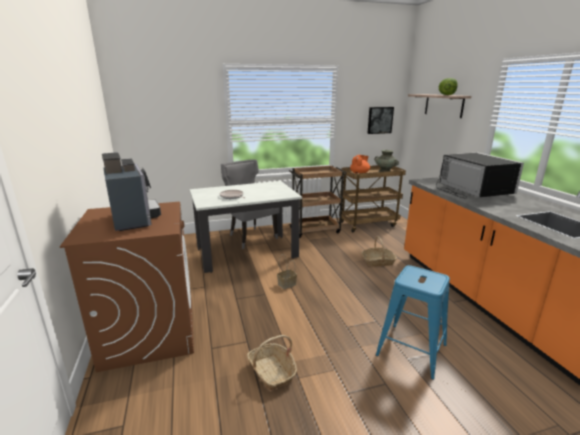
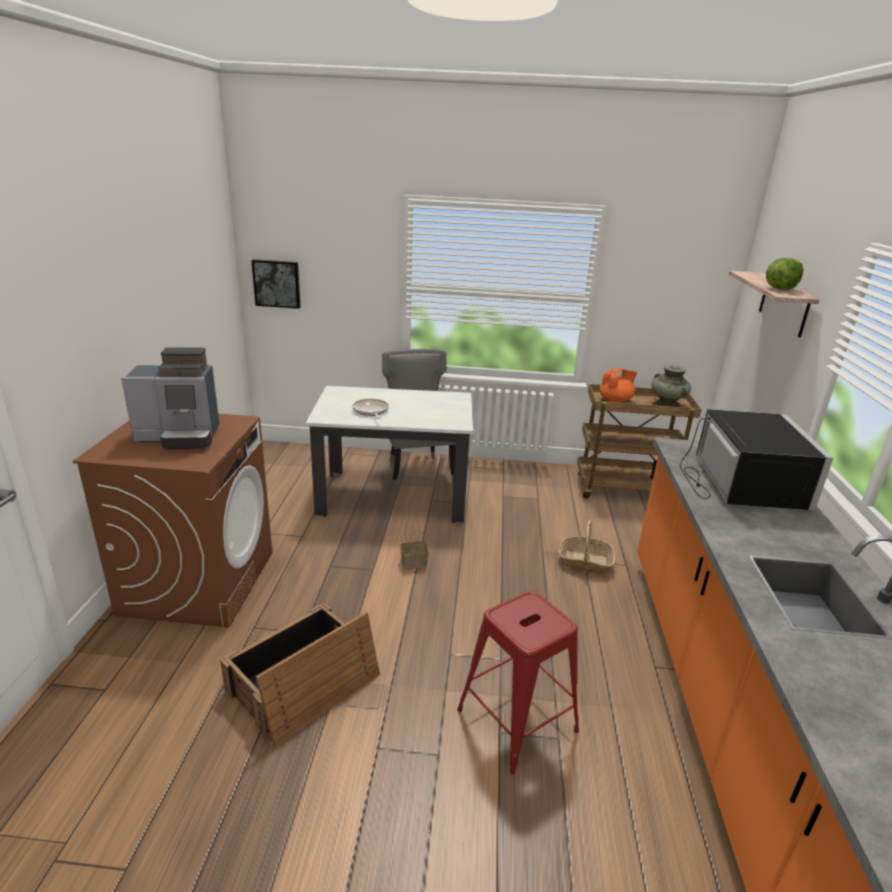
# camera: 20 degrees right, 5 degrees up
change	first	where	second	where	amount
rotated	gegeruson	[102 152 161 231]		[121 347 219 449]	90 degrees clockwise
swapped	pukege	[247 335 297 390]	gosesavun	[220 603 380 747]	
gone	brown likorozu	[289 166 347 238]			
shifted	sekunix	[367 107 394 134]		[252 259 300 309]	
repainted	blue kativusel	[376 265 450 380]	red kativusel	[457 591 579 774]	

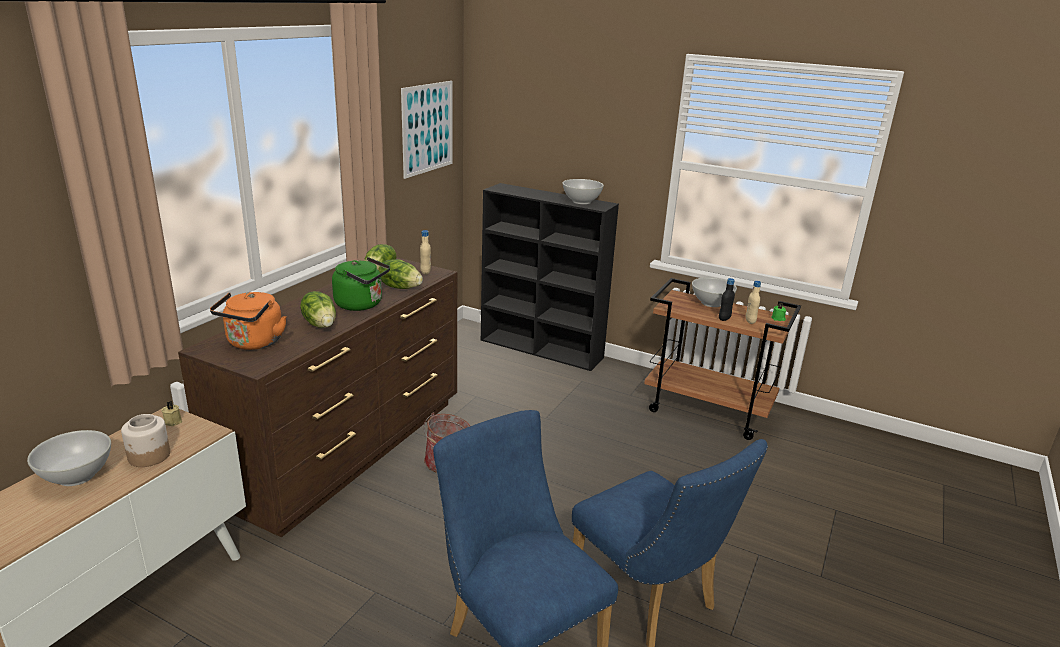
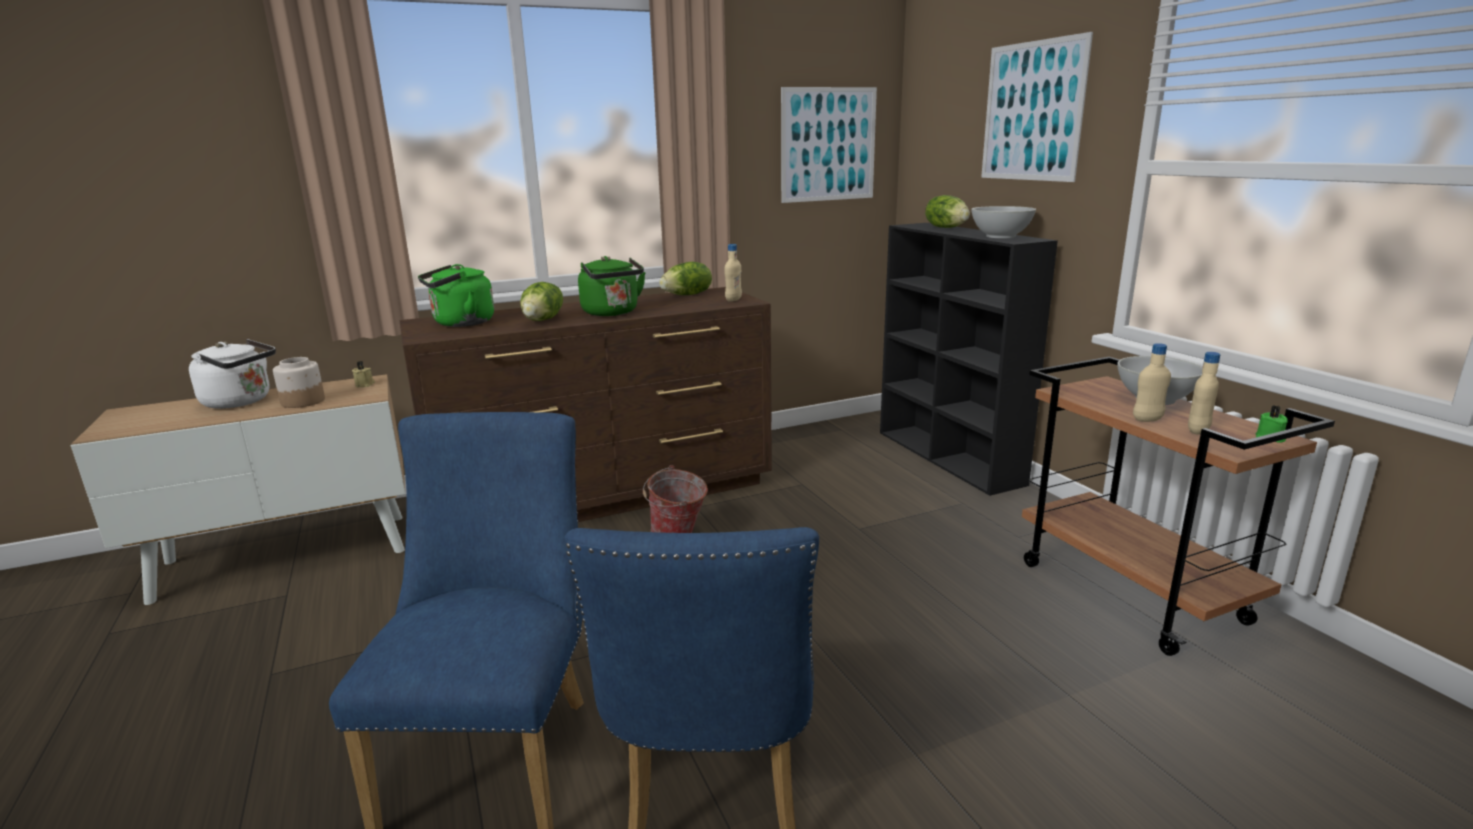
# camera: 40 degrees right, 5 degrees down
change	first	where	second	where	amount
swapped	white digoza	[27 430 111 486]	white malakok	[189 339 276 409]	
repainted	orange malakok	[210 292 286 350]	green malakok	[418 264 494 327]	
shifted	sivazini	[378 259 423 289]		[925 195 970 228]	
repainted	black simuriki	[719 278 735 321]	beige simuriki	[1133 343 1171 422]	
new			sekunix	[981 32 1093 182]	

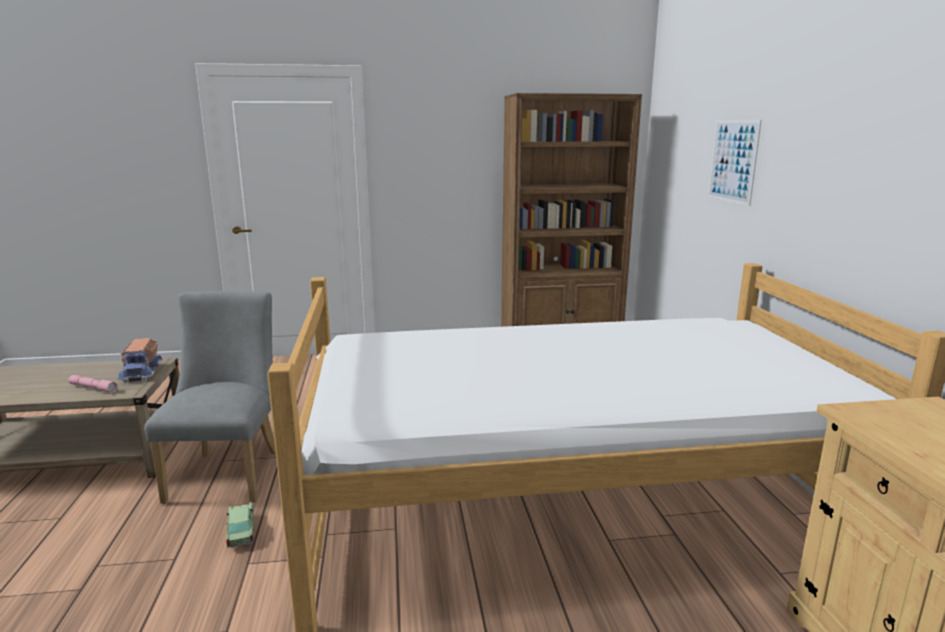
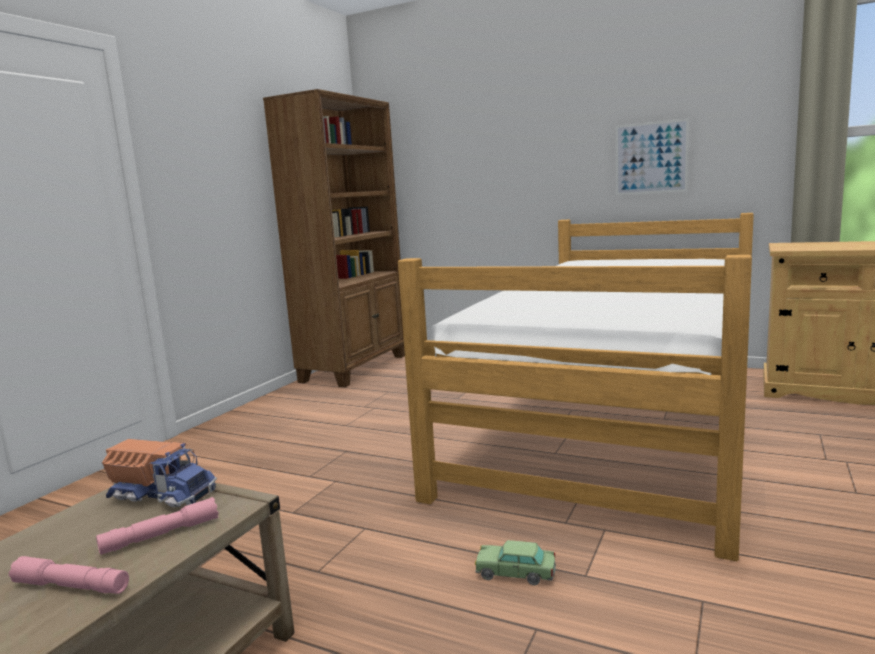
# camera: 55 degrees left, 5 degrees down
change	first	where	second	where	amount
gone	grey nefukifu	[144 291 276 504]			
shifted	sekunix	[708 120 762 206]		[616 118 689 195]	
new			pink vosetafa	[9 556 129 594]	

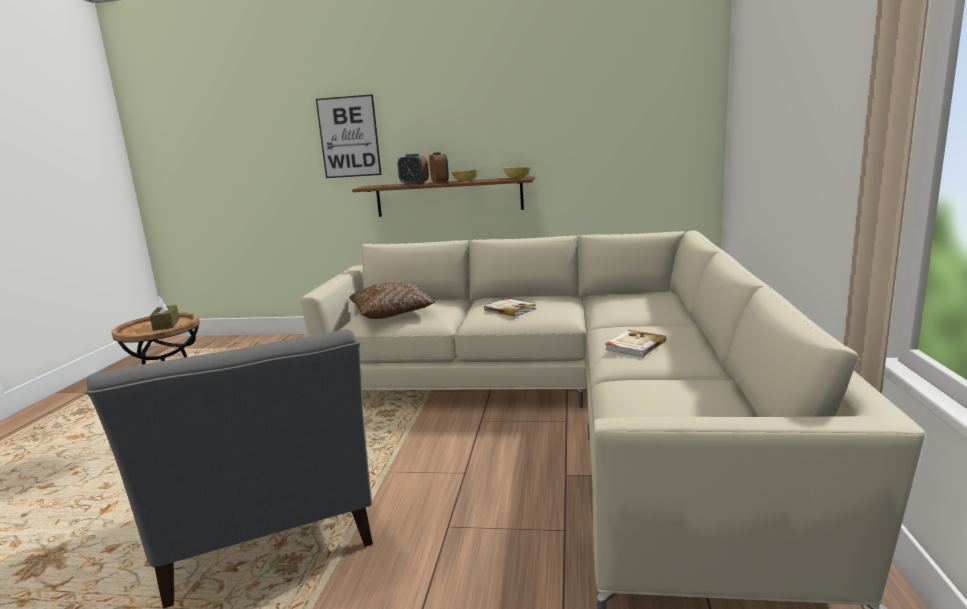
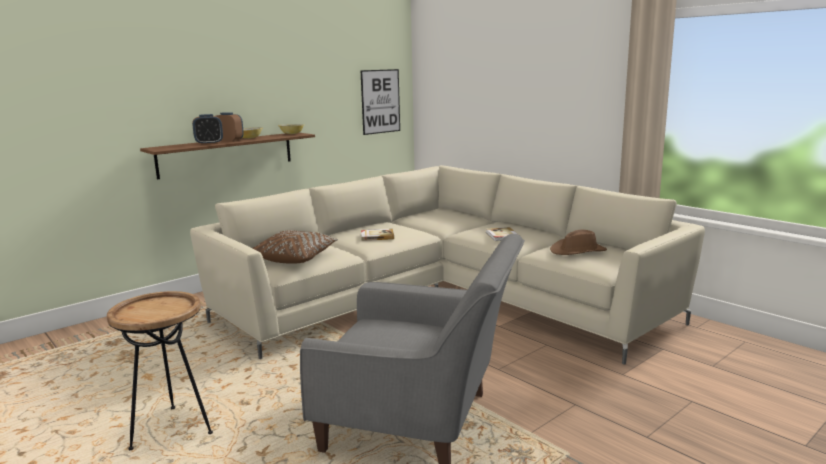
# camera: 50 degrees left, 0 degrees up
change	first	where	second	where	amount
gone	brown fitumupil	[150 296 180 331]			
shifted	sekunix	[316 94 382 178]		[360 69 400 135]	
new			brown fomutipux	[550 230 607 255]	

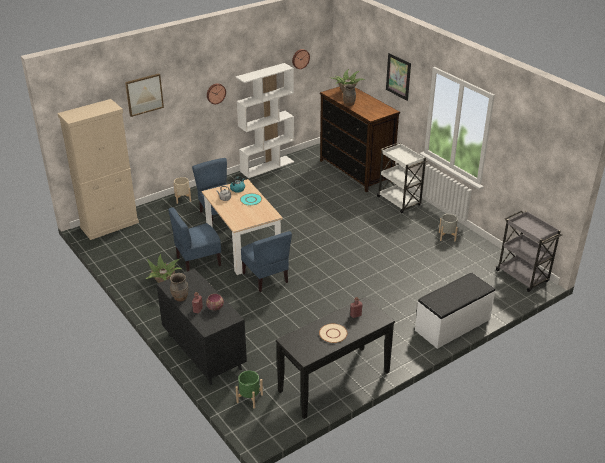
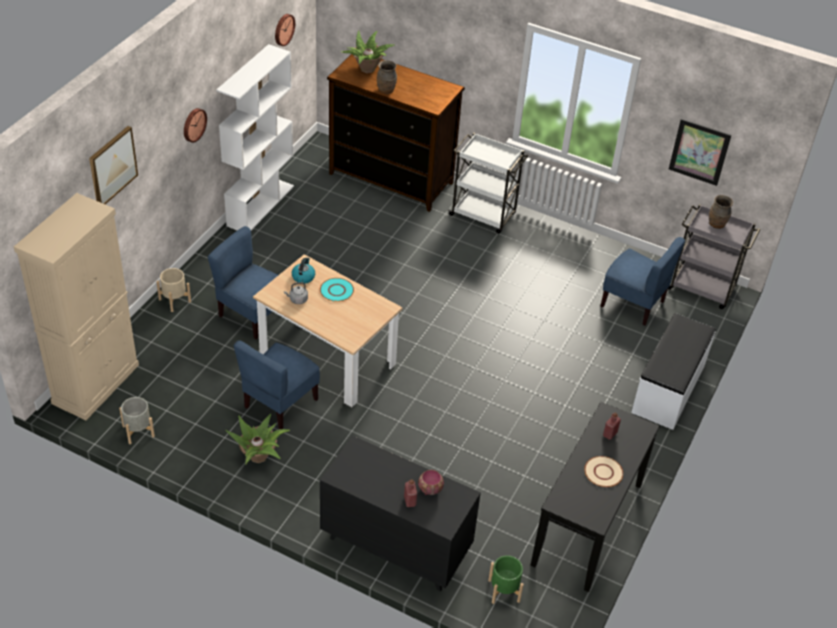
# camera: 30 degrees left, 10 degrees up
change	first	where	second	where	amount
shifted	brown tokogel	[170 273 188 302]		[709 195 733 229]	
shifted	blue nefukifu	[241 231 292 292]		[600 237 685 326]	
shifted	sekunix	[386 53 411 101]		[669 119 731 186]	
shifted	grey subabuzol	[439 214 458 241]		[119 397 155 444]	

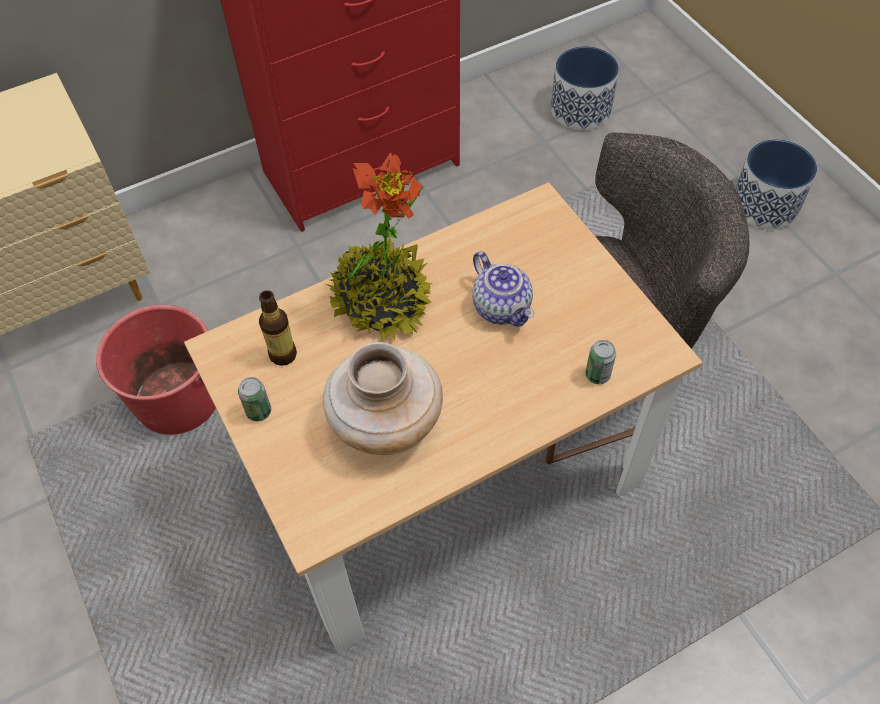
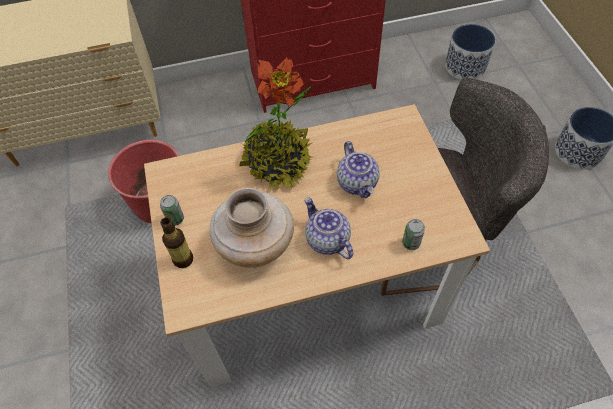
# camera: 15 degrees right, 0 degrees up
change	first	where	second	where	amount
shifted	simuriki	[259 290 297 366]		[160 217 193 268]	
new			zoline	[304 197 353 259]	

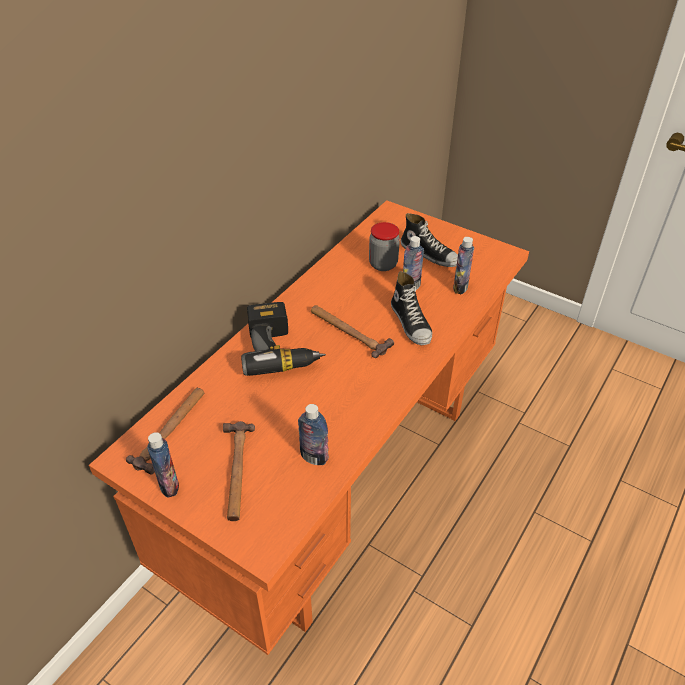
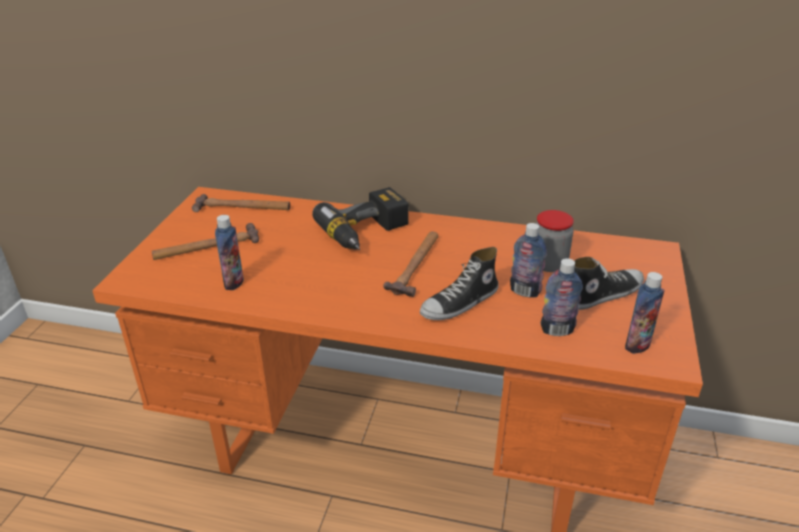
# camera: 70 degrees right, 10 degrees down
change	first	where	second	where	amount
shifted	simuriki	[147 432 179 498]		[625 272 665 354]	
rotated	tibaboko	[401 213 458 267]		[574 257 644 310]	135 degrees counterclockwise

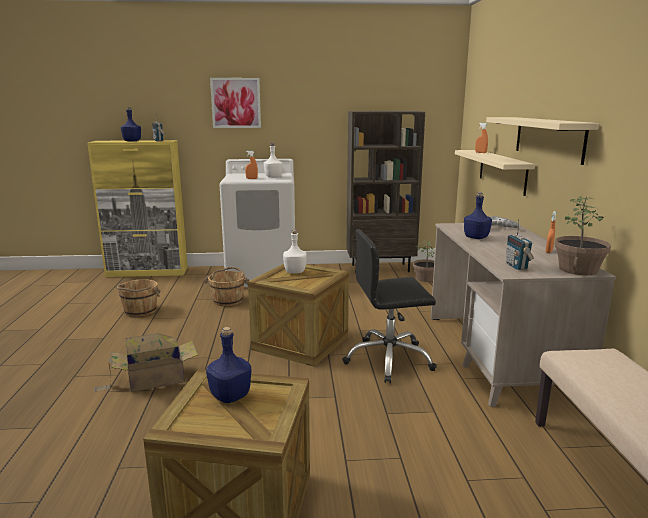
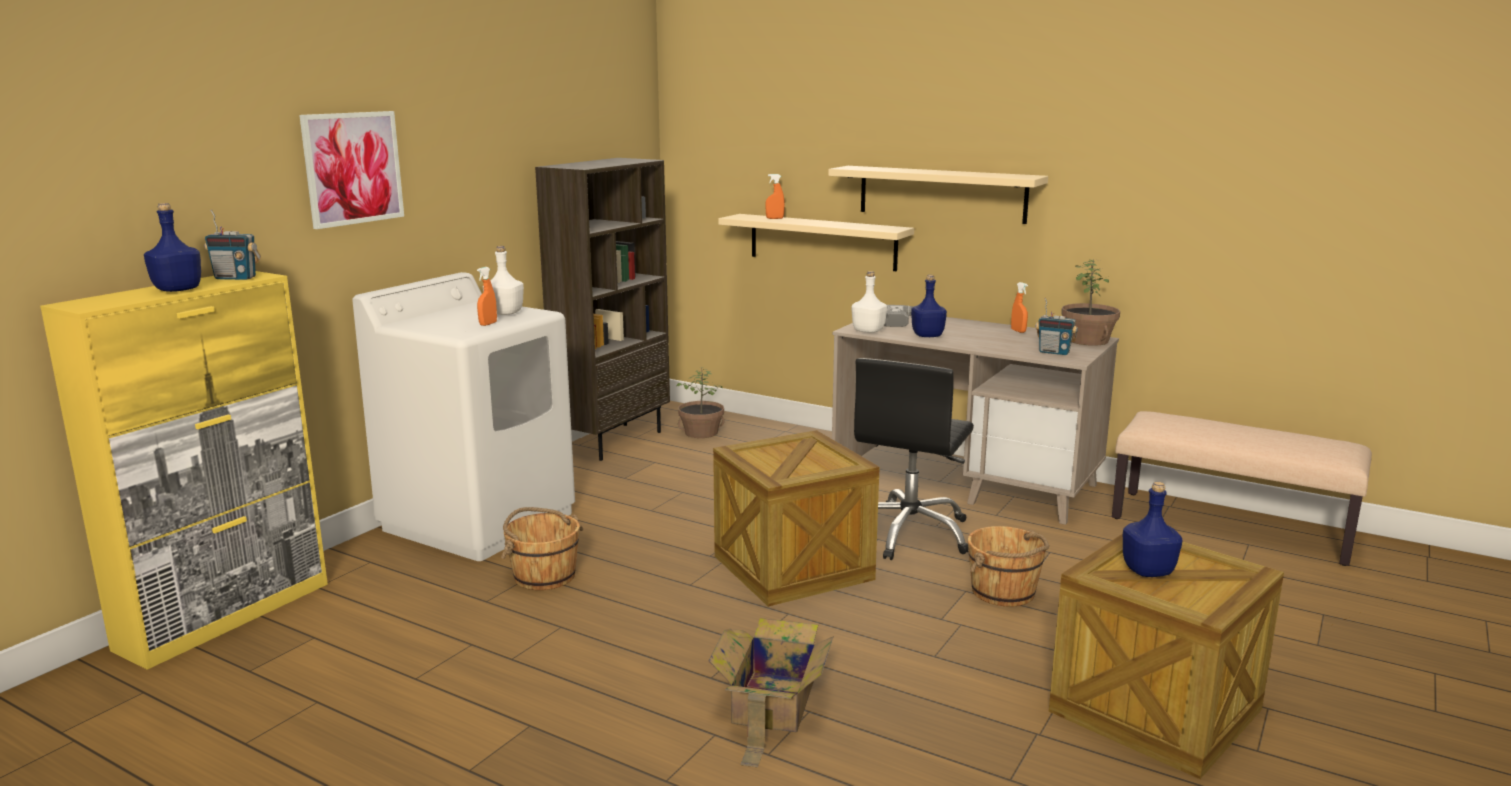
# camera: 55 degrees left, 0 degrees up
change	first	where	second	where	amount
shifted	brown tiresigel	[117 279 160 317]		[968 526 1049 607]	
shifted	white simuriki	[283 230 307 273]		[852 271 887 333]	

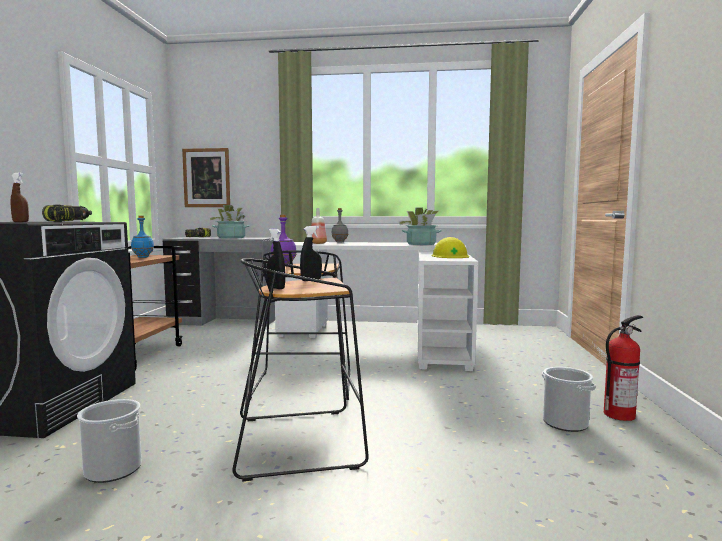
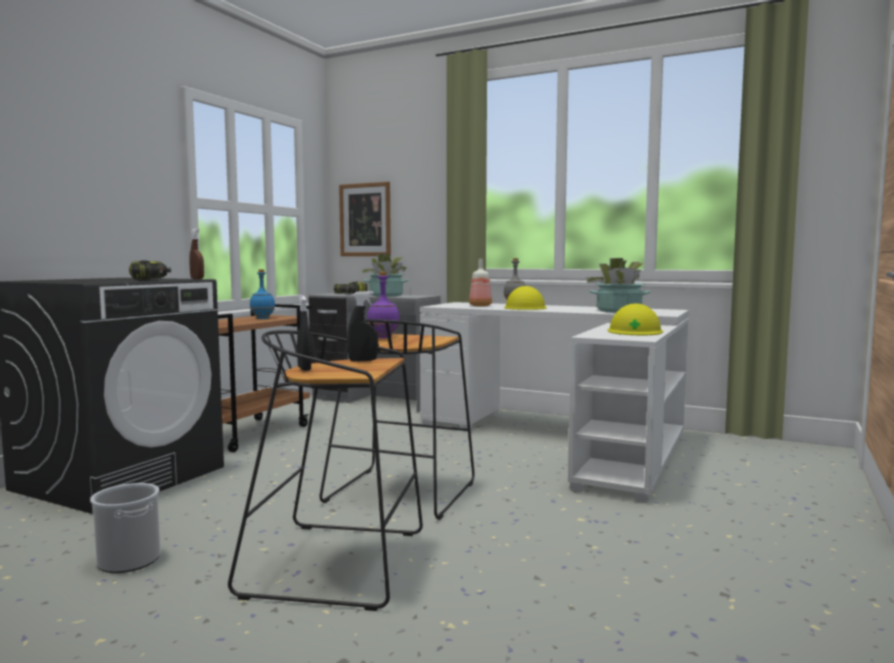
# camera: 20 degrees right, 0 degrees up
change	first	where	second	where	amount
shifted	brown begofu	[11 172 29 222]		[189 228 204 279]	
gone	tiresigel	[542 367 596 432]			
gone	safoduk	[604 315 643 421]			
new			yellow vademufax	[504 286 547 310]	

